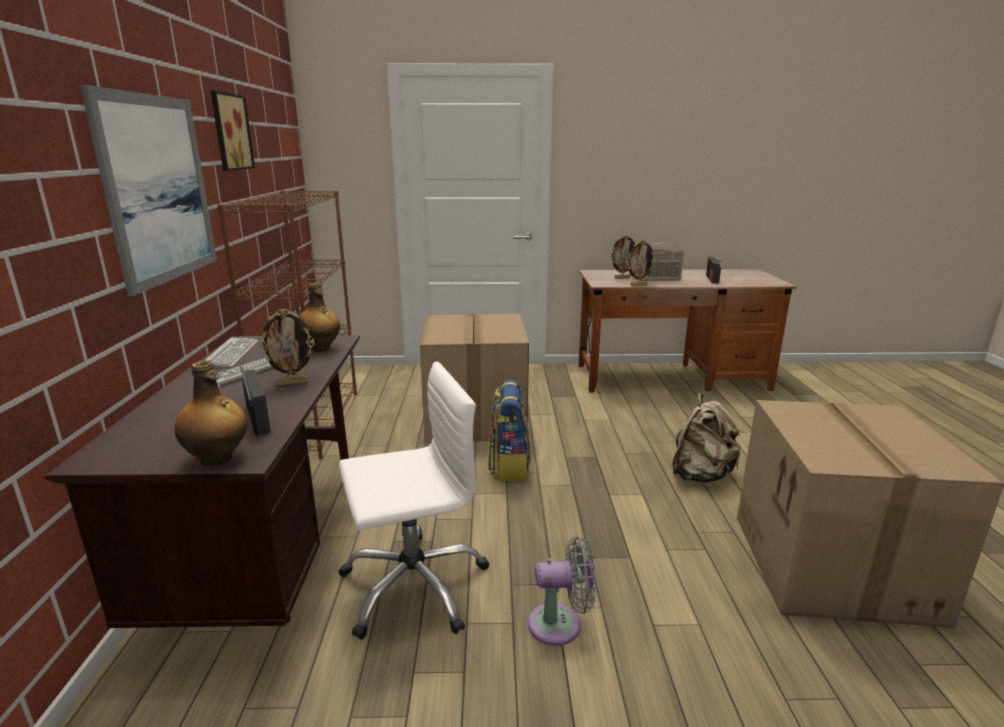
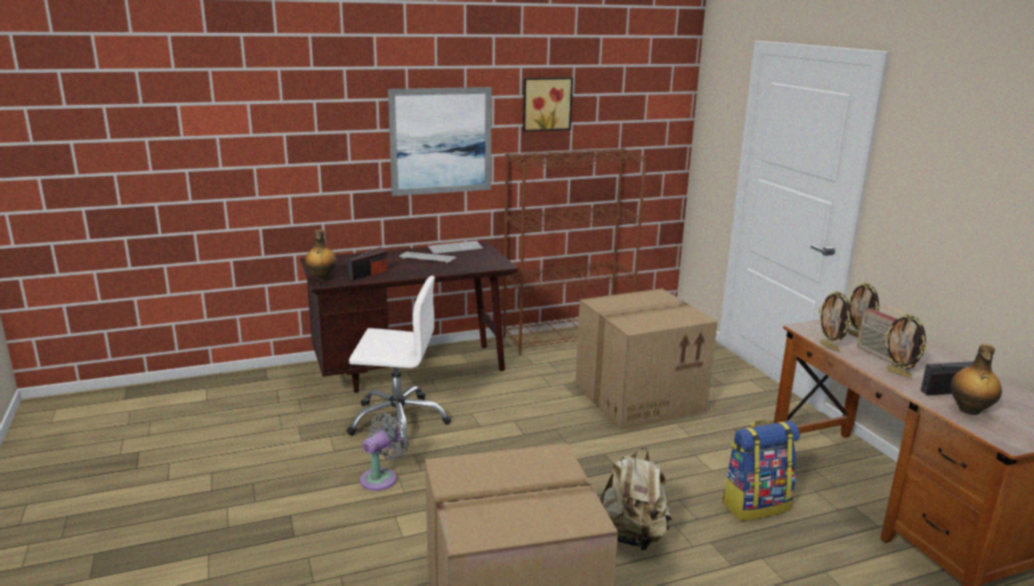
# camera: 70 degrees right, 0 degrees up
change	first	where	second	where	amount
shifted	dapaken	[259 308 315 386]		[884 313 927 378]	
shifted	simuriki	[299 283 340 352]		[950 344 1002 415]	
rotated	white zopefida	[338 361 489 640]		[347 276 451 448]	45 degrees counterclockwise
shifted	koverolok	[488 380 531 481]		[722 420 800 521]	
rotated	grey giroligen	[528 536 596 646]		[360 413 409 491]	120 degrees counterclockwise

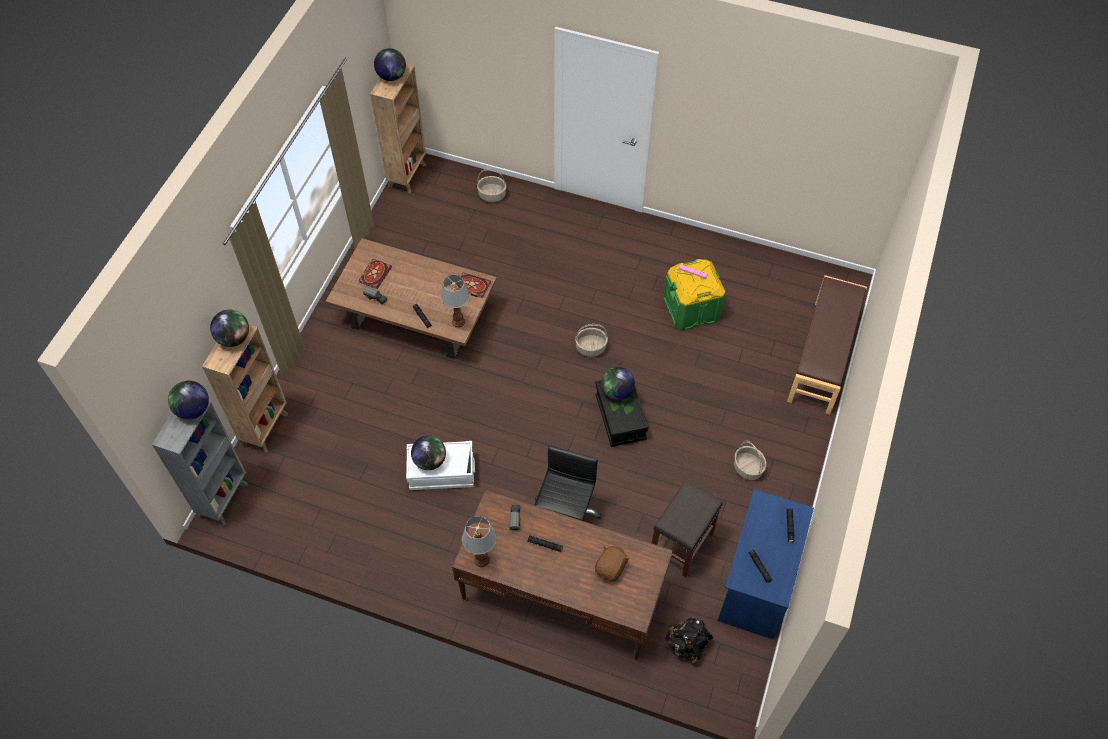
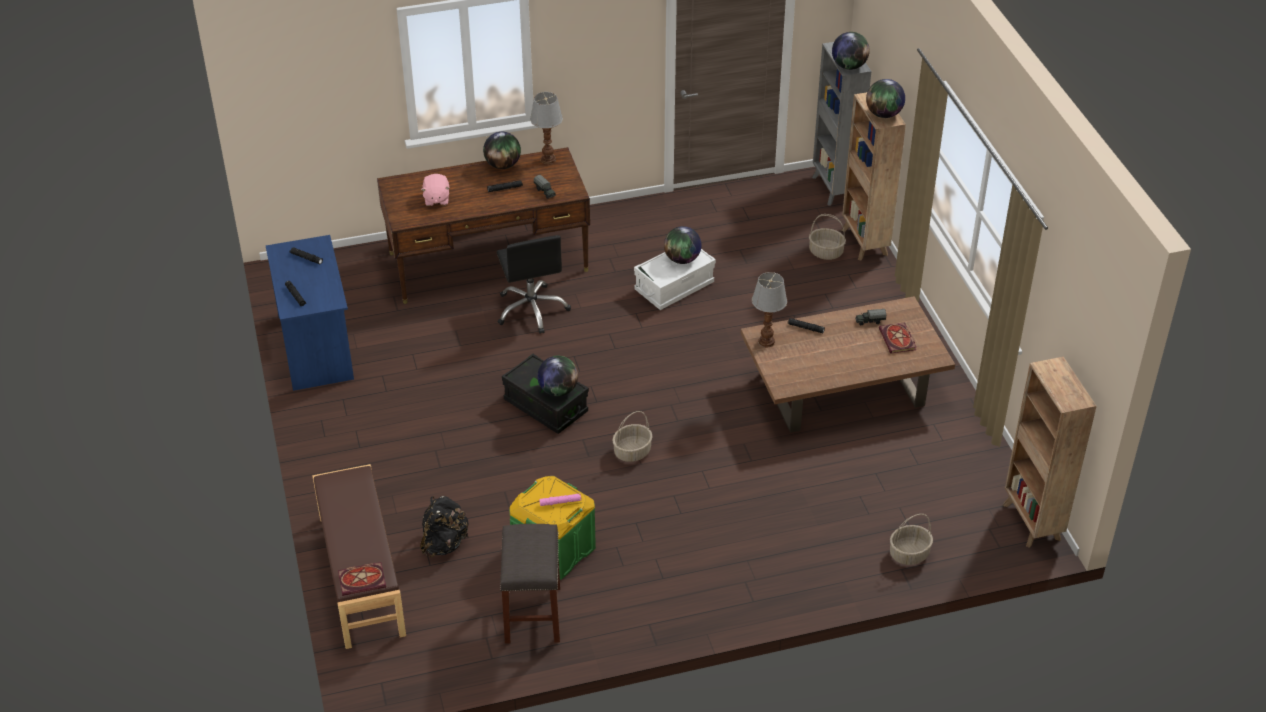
# camera: 145 degrees right, 15 degrees down
change	first	where	second	where	amount
shifted	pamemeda	[374 48 406 81]		[483 132 521 169]	
shifted	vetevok	[455 272 491 298]		[338 562 386 596]	
repainted	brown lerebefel	[595 545 629 582]	pink lerebefel	[421 174 450 206]	
shifted	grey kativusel	[652 480 723 577]		[500 524 560 644]	
shifted	black koverolok	[665 617 714 664]		[420 496 469 557]	
shifted	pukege	[734 441 767 480]		[809 214 846 260]	

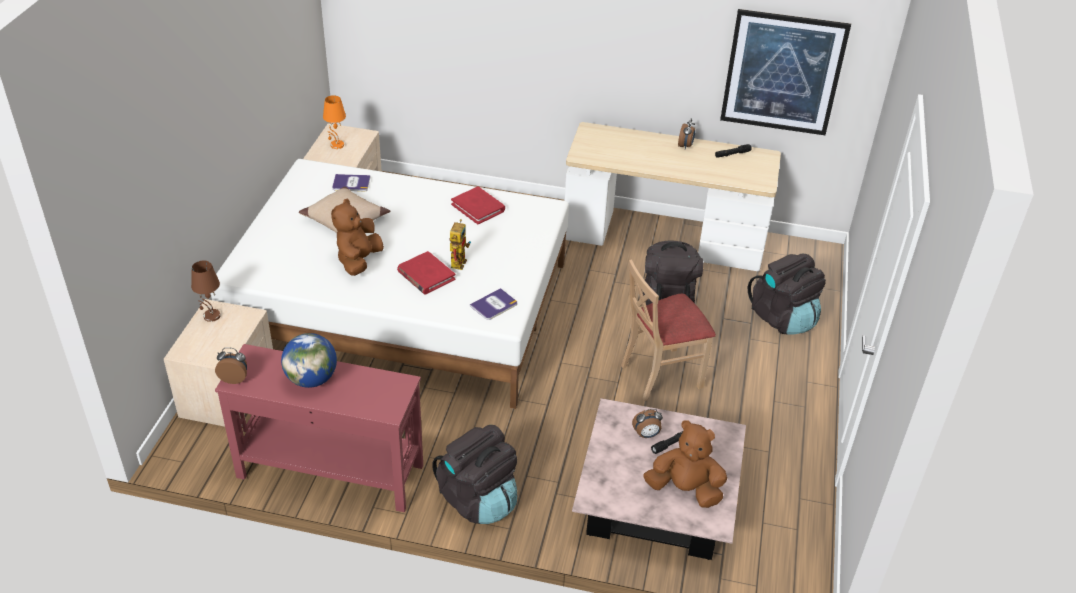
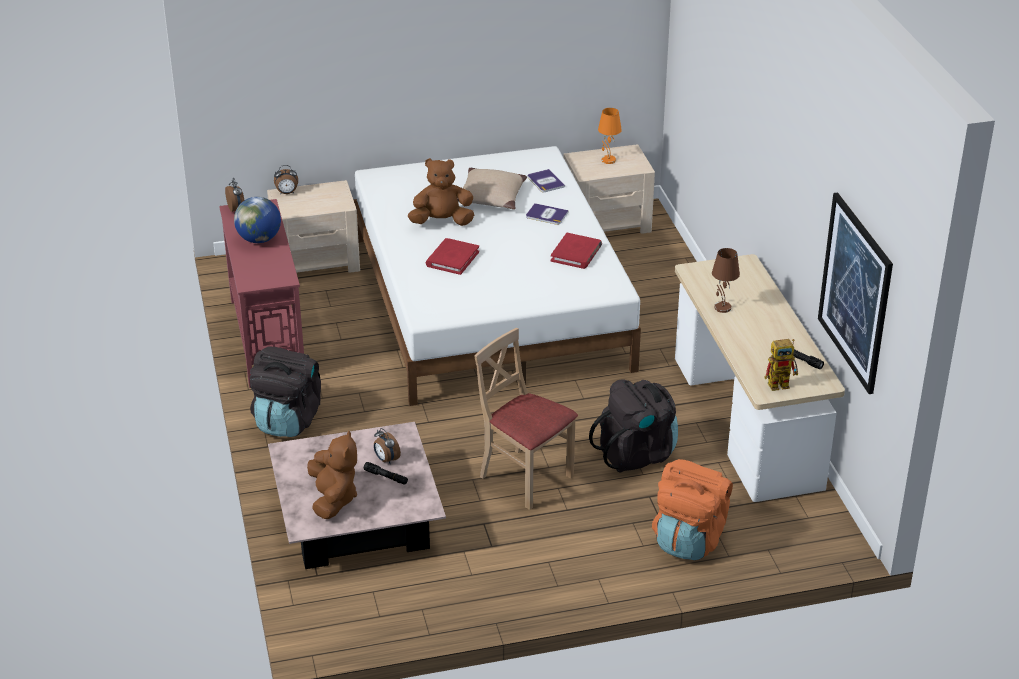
# camera: 65 degrees right, 5 degrees down
change	first	where	second	where	amount
shifted	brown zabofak	[191 261 221 322]		[712 248 740 313]	
shifted	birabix	[449 219 471 270]		[764 339 798 391]	
shifted	vetevok	[470 288 517 320]		[526 203 569 225]	
shifted	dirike	[678 118 695 149]		[274 165 298 194]	
repainted	black koverolok	[748 254 826 334]	orange koverolok	[652 459 733 560]	

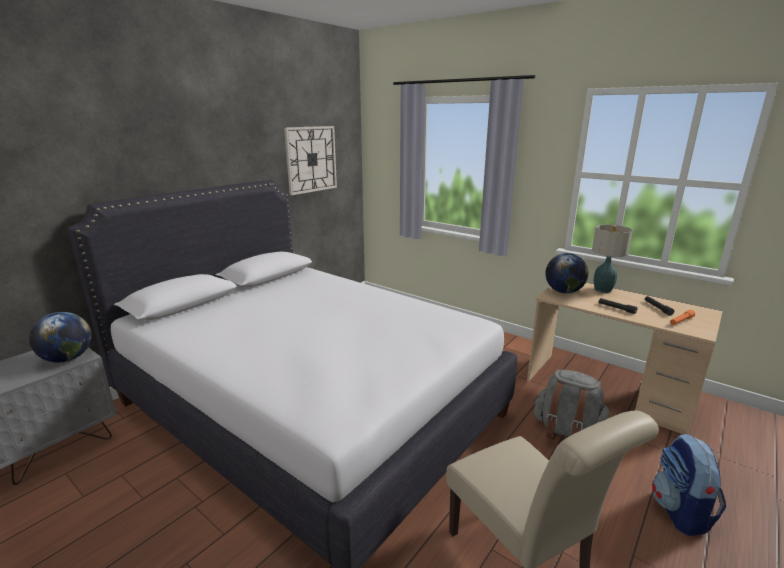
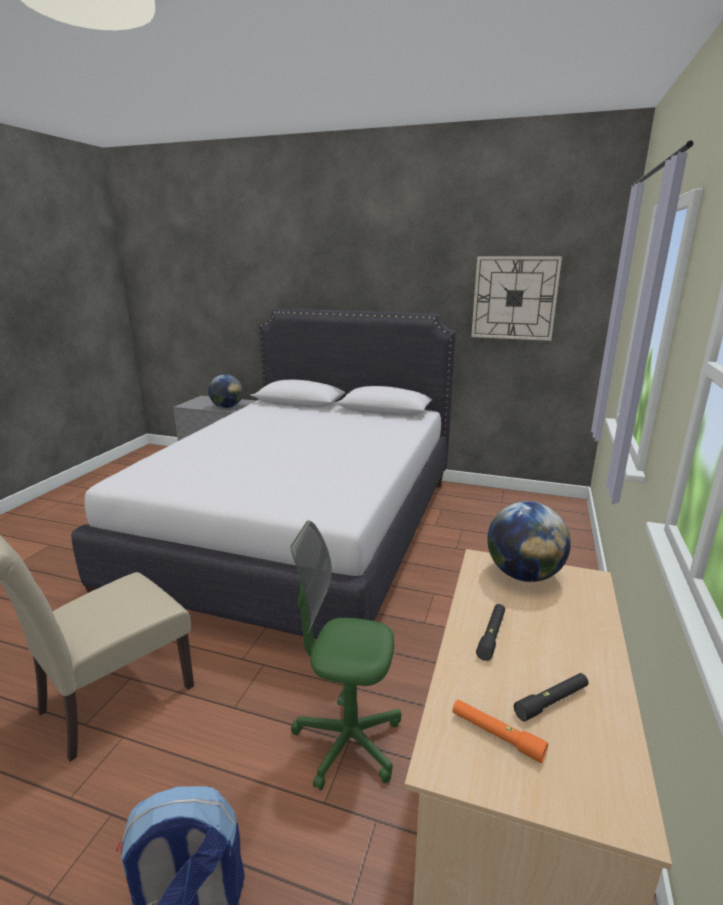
# camera: 70 degrees right, 0 degrees up
change	first	where	second	where	amount
swapped	grey koverolok	[533 370 609 440]	green zopefida	[291 521 401 790]	
gone	zabofak	[592 224 633 293]			

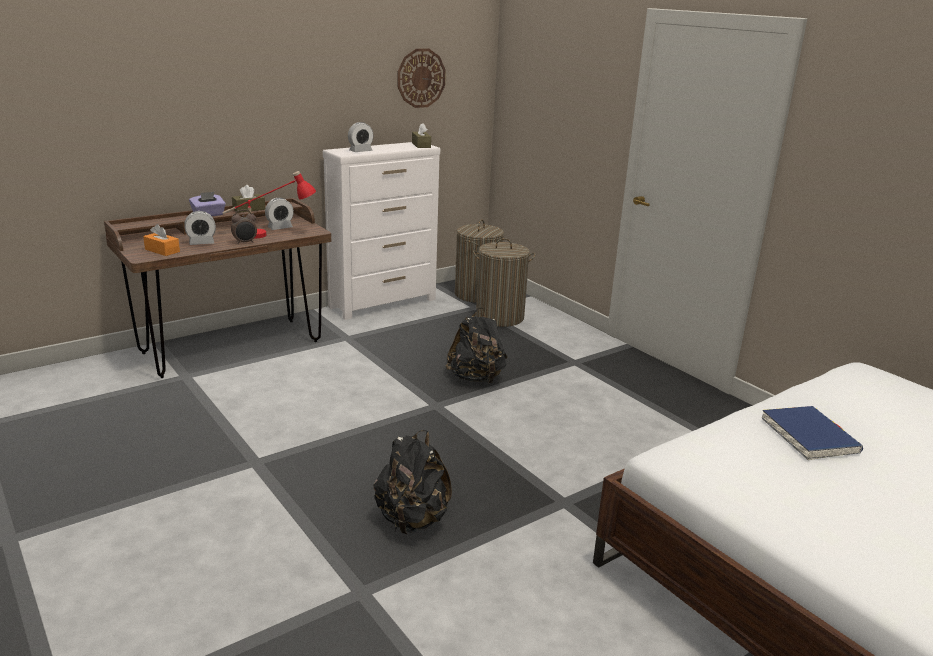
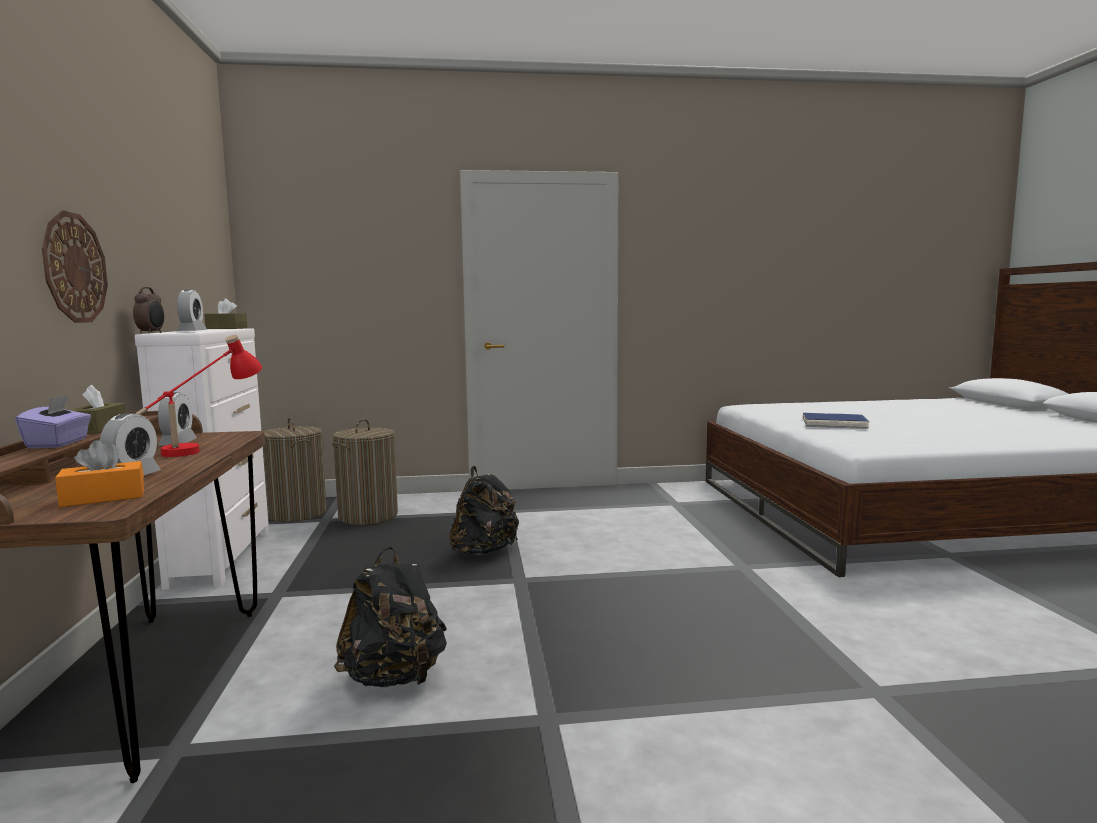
# camera: 60 degrees left, 15 degrees down
change	first	where	second	where	amount
shifted	dirike	[231 210 257 244]		[133 287 164 333]	
shifted	black koverolok	[374 430 452 534]		[334 547 447 687]	
shifted	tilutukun	[397 49 446 108]		[42 211 108 323]	

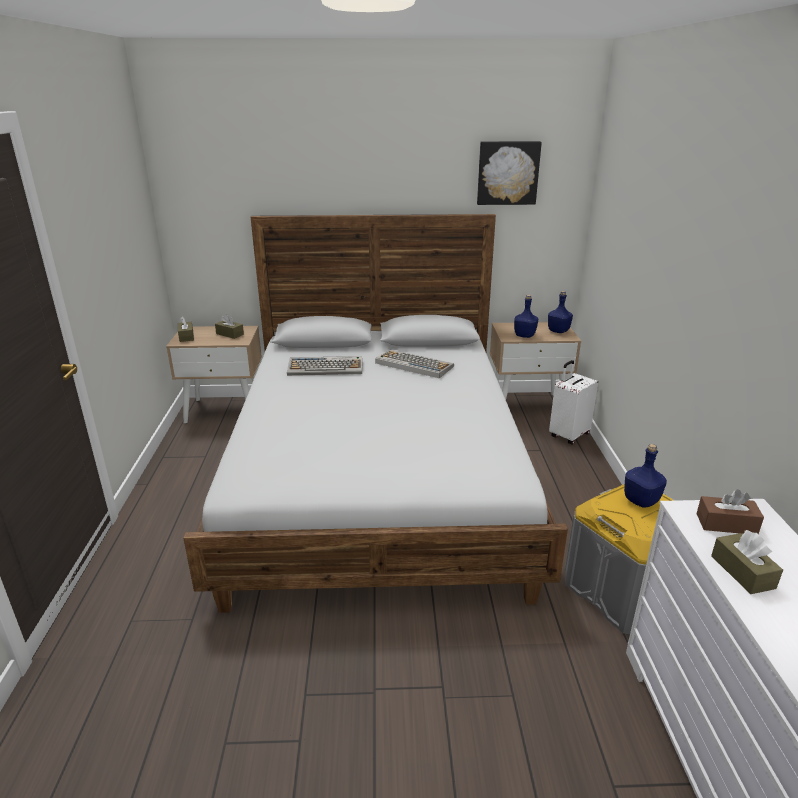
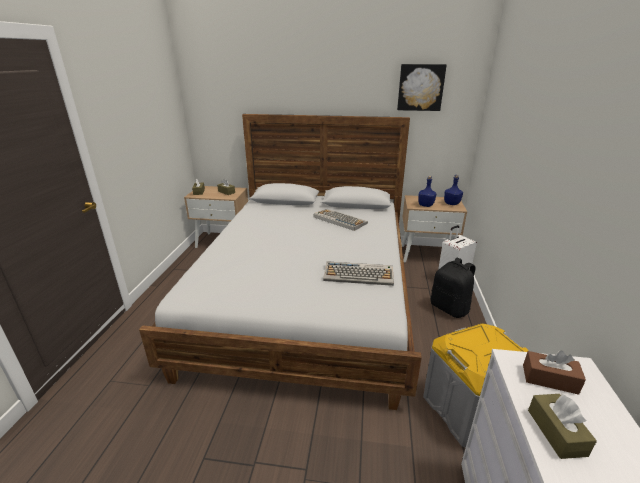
# camera: 10 degrees right, 0 degrees up
change	first	where	second	where	amount
shifted	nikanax	[287 356 362 376]		[323 261 394 286]	
gone	blue simuriki	[624 444 667 508]			
new			black koverolok	[431 258 476 318]	

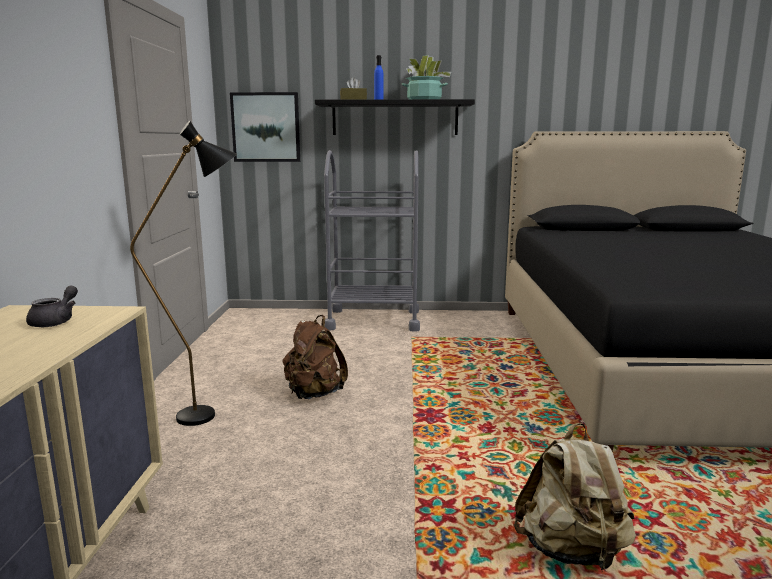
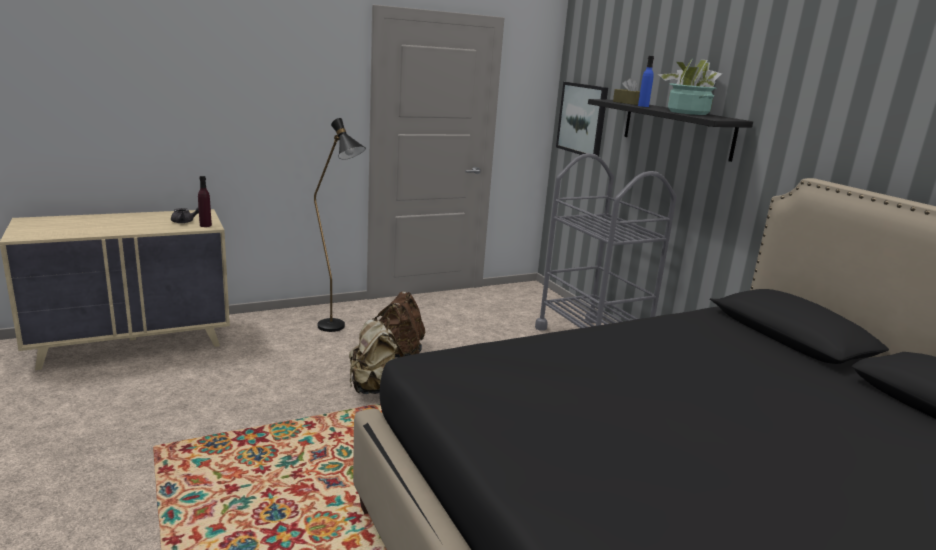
# camera: 60 degrees right, 5 degrees up
change	first	where	second	where	amount
shifted	beige koverolok	[514 423 636 571]		[349 317 405 394]	
new			purple simuriki	[198 176 212 227]	

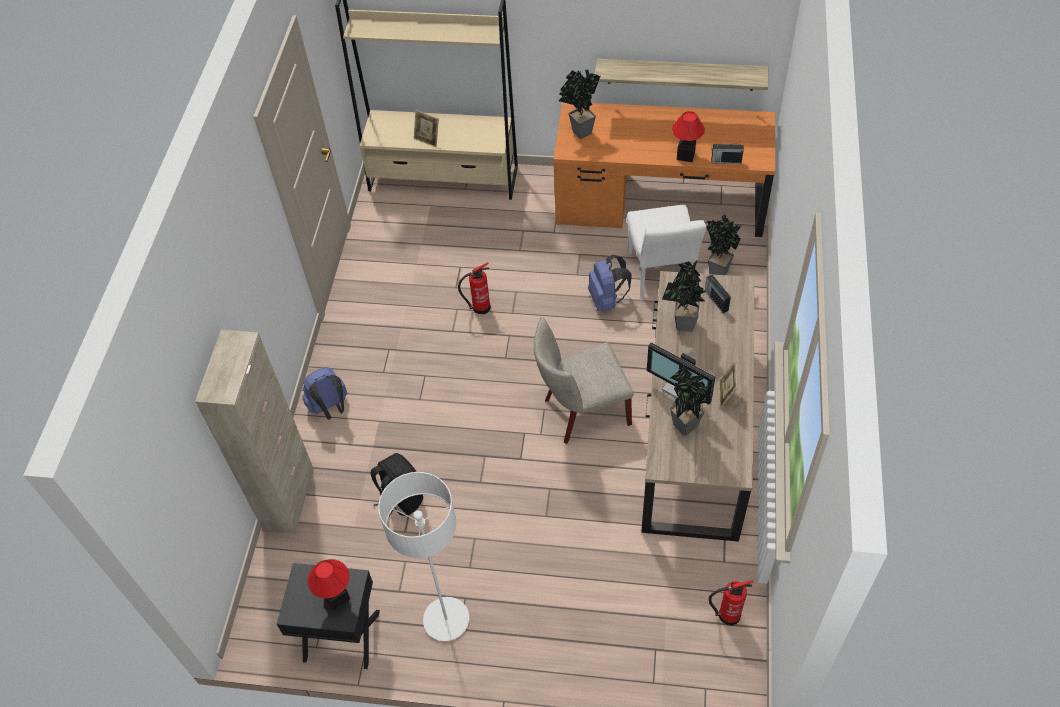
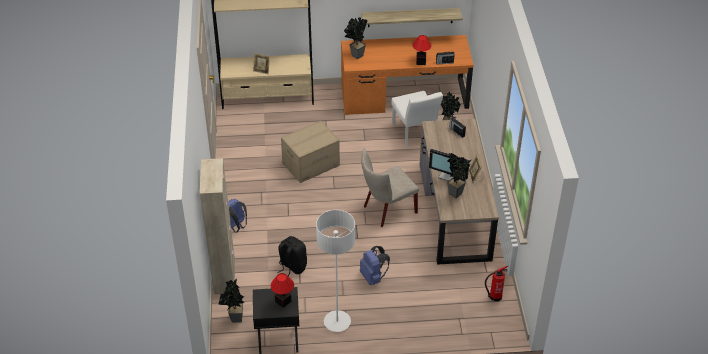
# camera: 15 degrees left, 10 degrees down
change	first	where	second	where	amount
swapped	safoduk	[458 262 491 314]	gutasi	[281 121 340 183]	
shifted	blue koverolok	[588 255 632 312]		[360 246 390 285]	
shifted	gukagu	[662 261 706 332]		[218 279 245 323]	

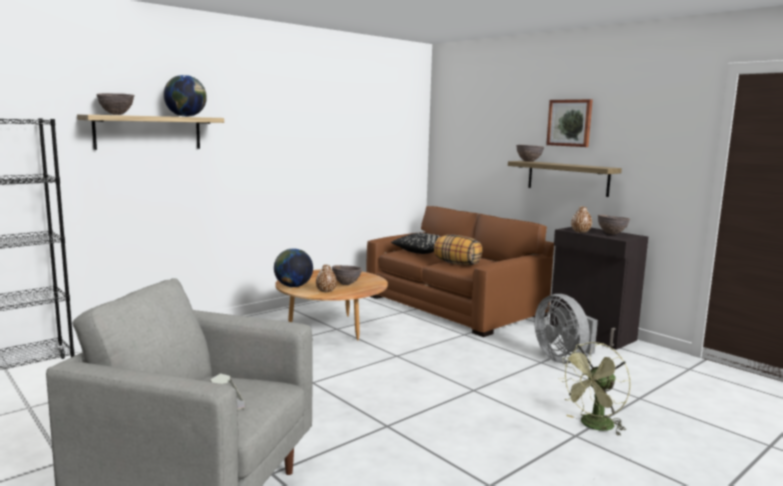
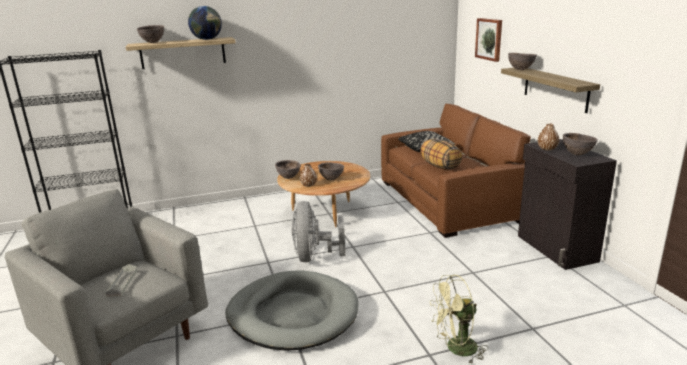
# camera: 25 degrees right, 10 degrees up
change	first	where	second	where	amount
swapped	pamemeda	[274 248 313 287]	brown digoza	[275 160 301 179]	
shifted	grey giroligen	[534 294 598 363]		[292 201 345 262]	
shifted	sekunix	[546 99 593 147]		[475 18 502 62]	
new			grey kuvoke	[225 270 358 351]	

